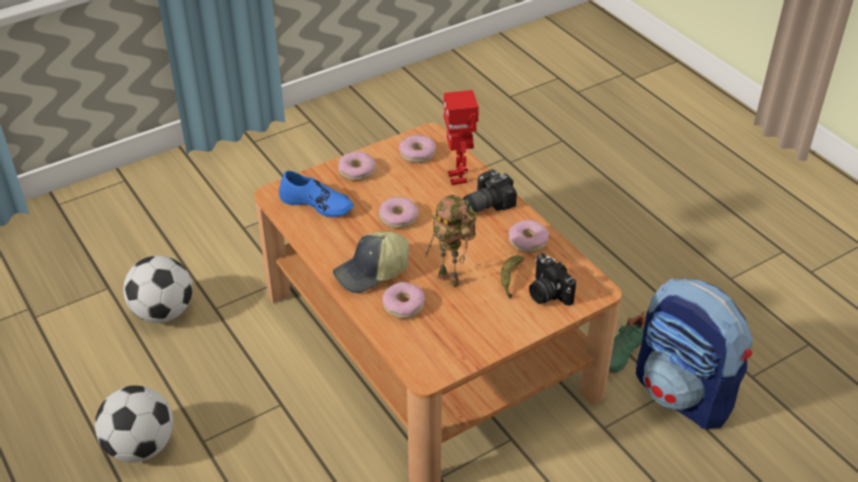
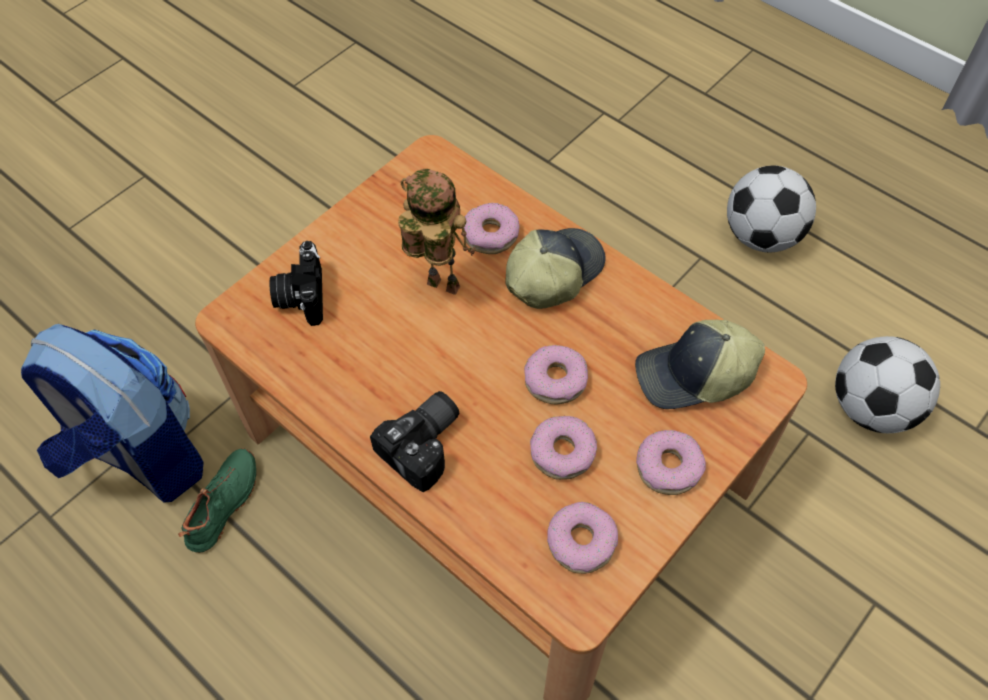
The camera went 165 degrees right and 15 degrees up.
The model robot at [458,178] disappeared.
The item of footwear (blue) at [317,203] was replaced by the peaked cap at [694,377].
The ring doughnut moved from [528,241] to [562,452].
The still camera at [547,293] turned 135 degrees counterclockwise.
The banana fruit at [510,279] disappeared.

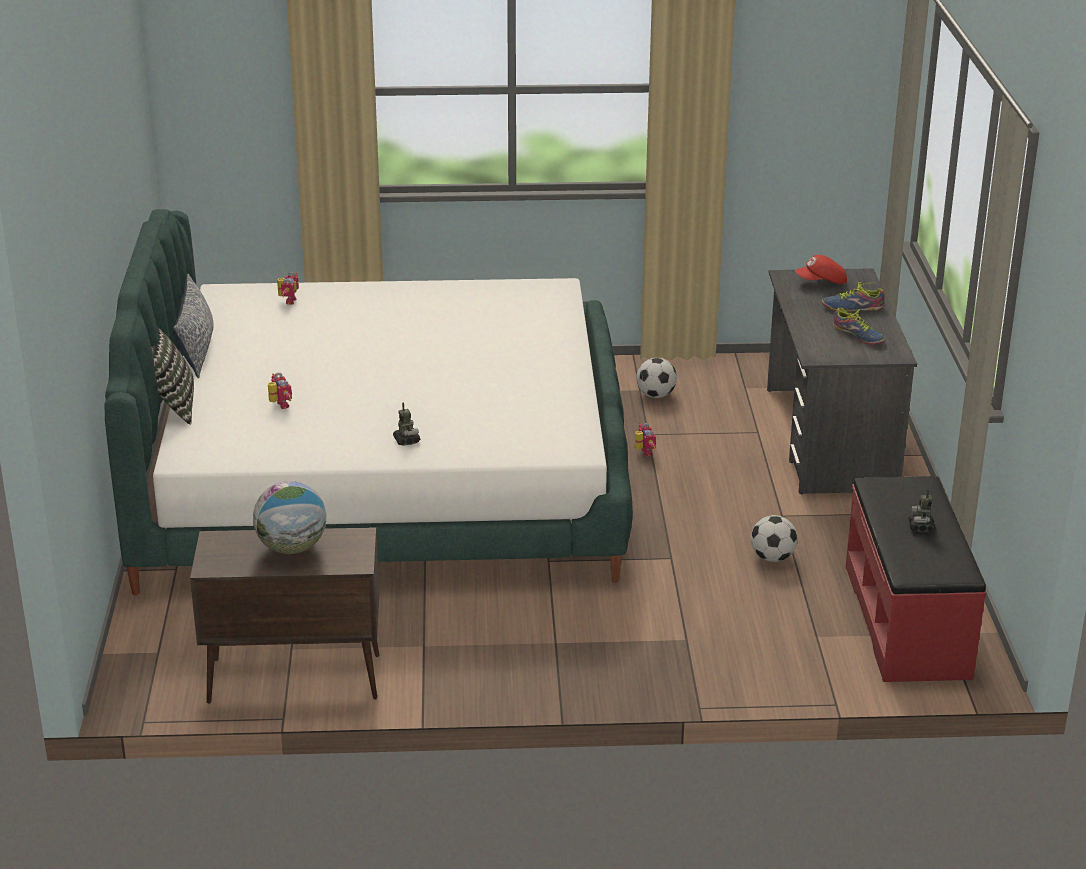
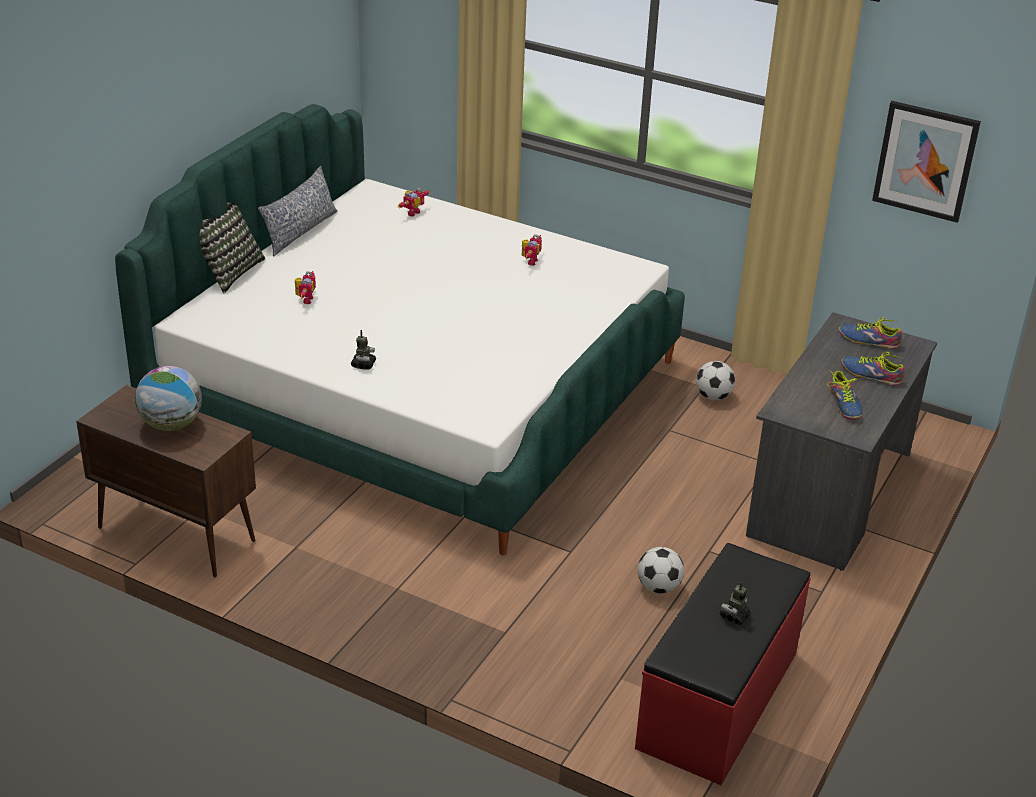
The camera went 30 degrees right and 5 degrees up.
The peaked cap (reddish) at [821,283] was replaced by the item of footwear at [868,340].
The model robot moved from [643,452] to [529,261].
The picture at [925,161] appeared.

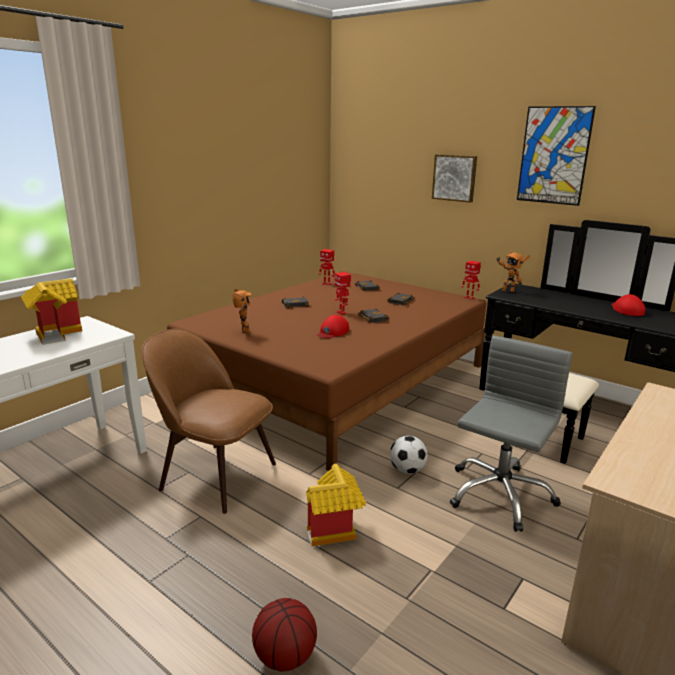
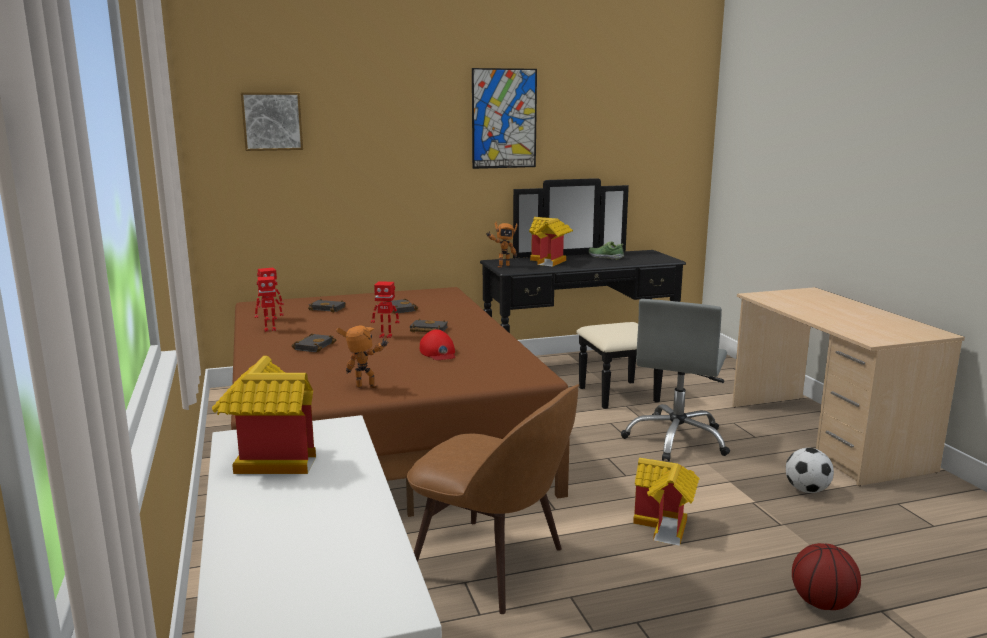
The camera went 55 degrees left and 5 degrees down.
The picture moved from [454,178] to [272,121].
The model robot moved from [469,298] to [270,329].
The peaked cap (reddish) at [626,310] was replaced by the item of footwear at [605,257].
The upright chair (brown-coloured) at [215,475] turned 120 degrees counterclockwise.
The office chair (greyish) at [499,494] turned 135 degrees counterclockwise.
The football ball moved from [407,470] to [806,490].
The model house at [550,261] appeared.

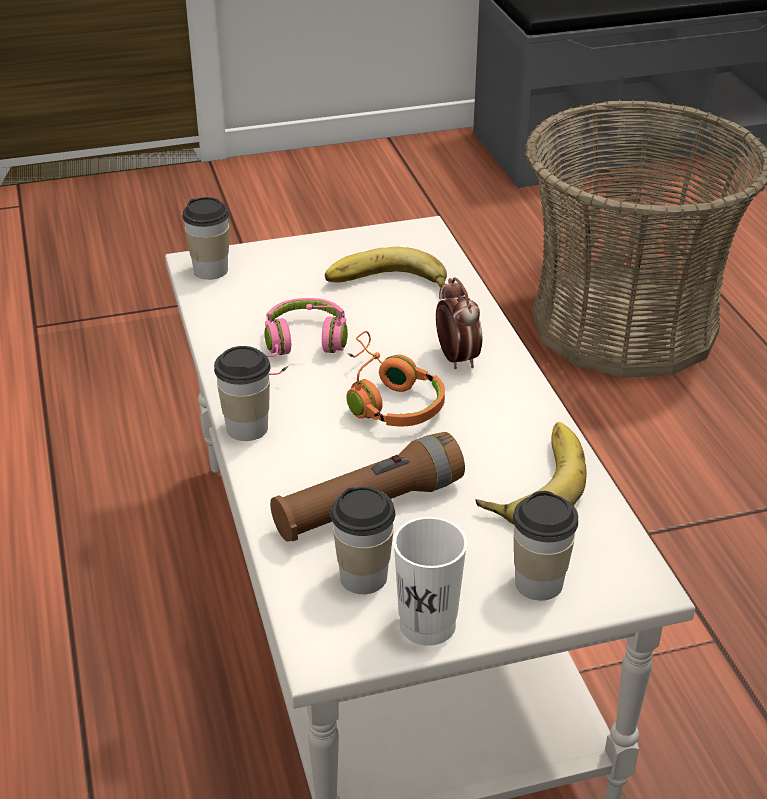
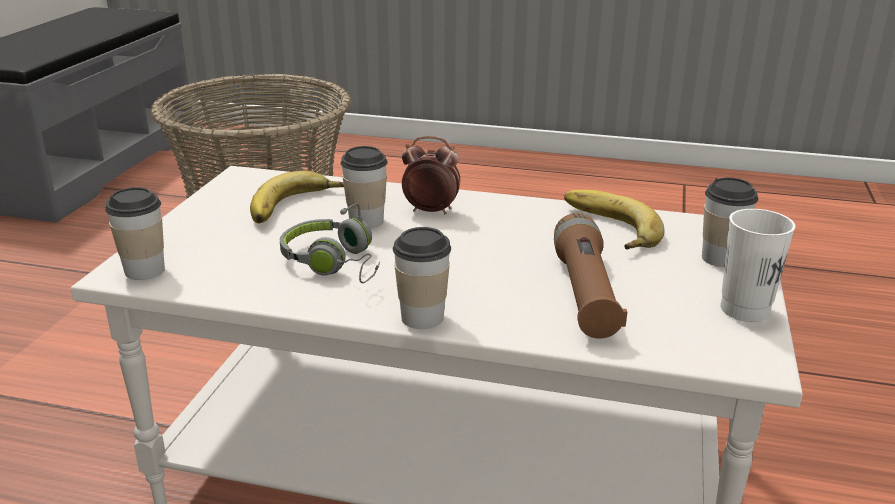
The camera went 60 degrees left and 10 degrees down.
The headset (pink) at [301,349] became the headset (greyish) at [335,263].
The headset (orange-coloured) at [388,399] disappeared.
The small cup moved from [363,577] to [366,221].

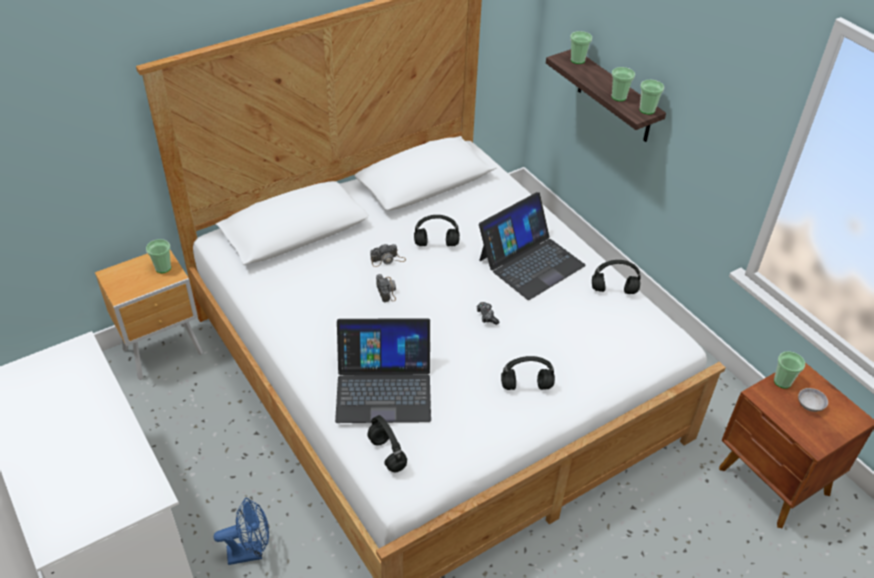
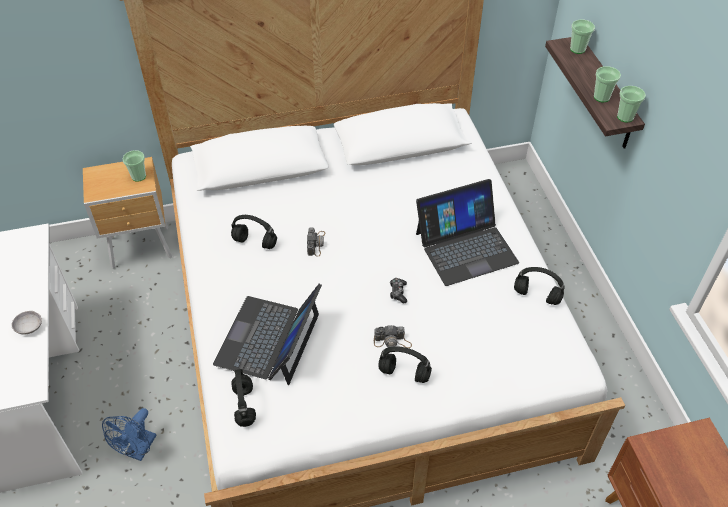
The camera went 20 degrees right and 5 degrees up.
The headset (black) moved from [437,244] to [256,242].
The still camera moved from [388,260] to [392,341].
The portable computer at [383,387] turned 90 degrees clockwise.
The small cup at [782,381] disappeared.
The deep dish (greyish) moved from [810,405] to [29,327].
The fan (blue) at [250,552] turned 105 degrees clockwise.

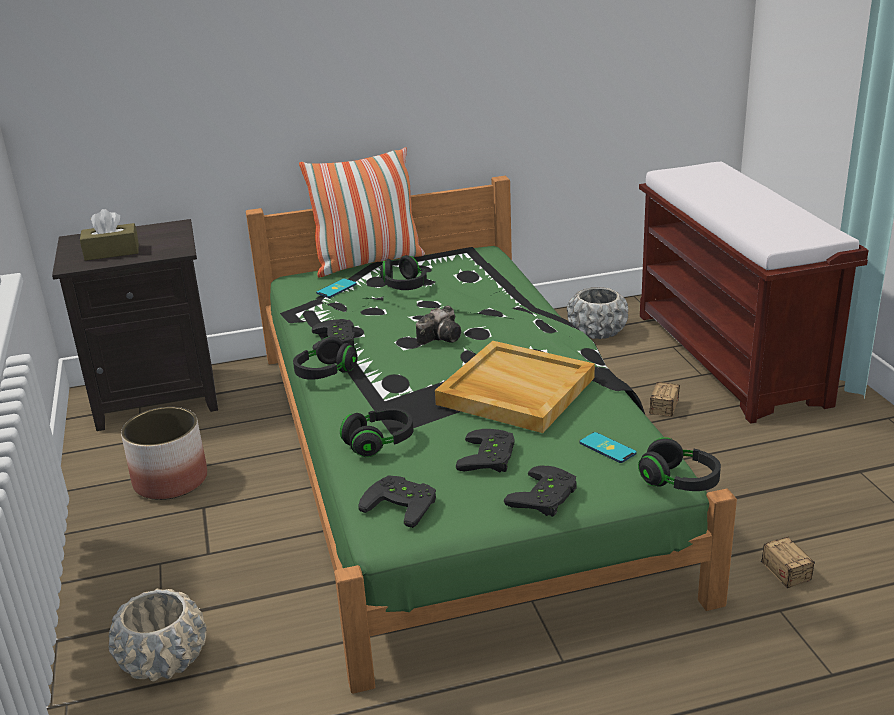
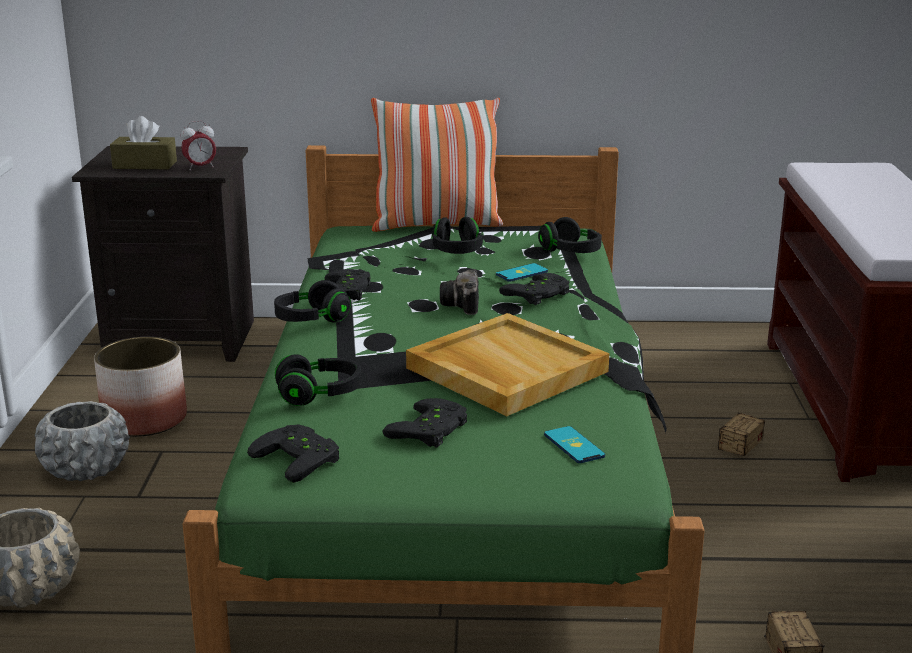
The camera went 15 degrees right and 5 degrees down.
The handset moved from [336,289] to [521,273].
The plant pot (greyish) moved from [596,332] to [85,469].
The still camera at [442,337] turned 120 degrees clockwise.
The headset (black) moved from [679,482] to [570,252].
The game controller (black) moved from [546,497] to [539,294].
The table clock at [200,167] appeared.

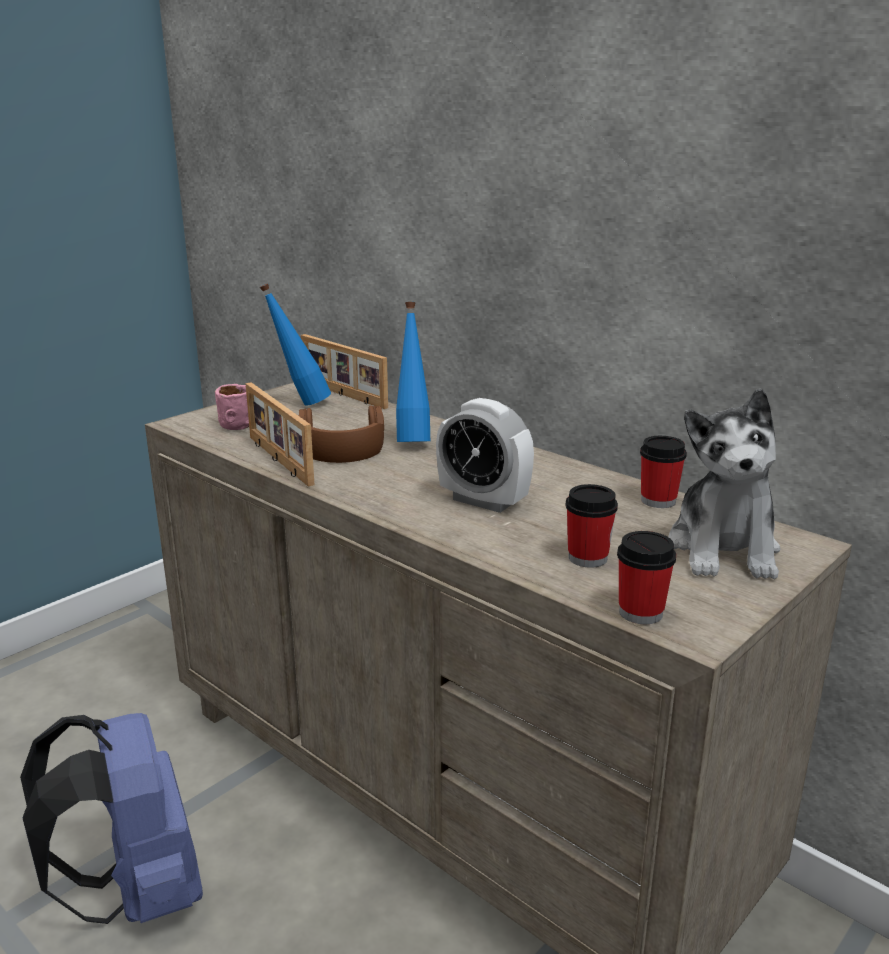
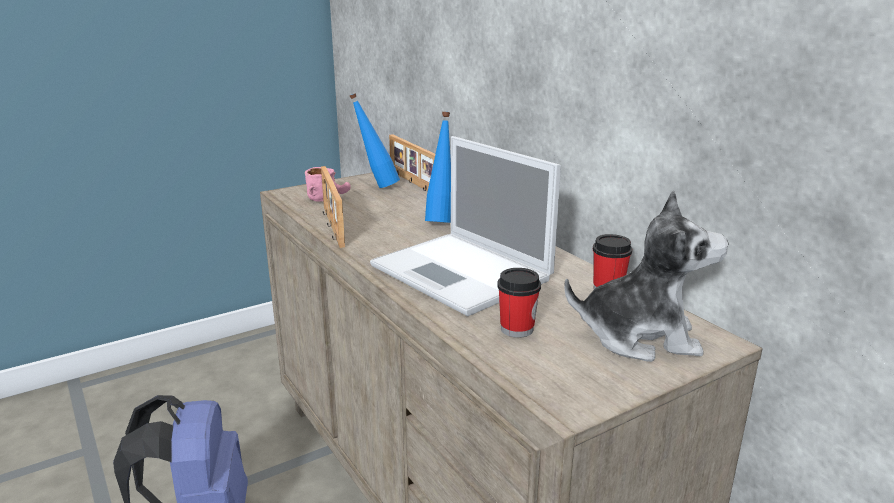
The camera went 15 degrees right and 0 degrees up.
The cuddly toy at [724,549] turned 105 degrees counterclockwise.
The table clock at [483,501] was replaced by the portable computer at [463,273].
The headset (brown-coloured) at [342,446] disappeared.
The small cup at [640,612] disappeared.

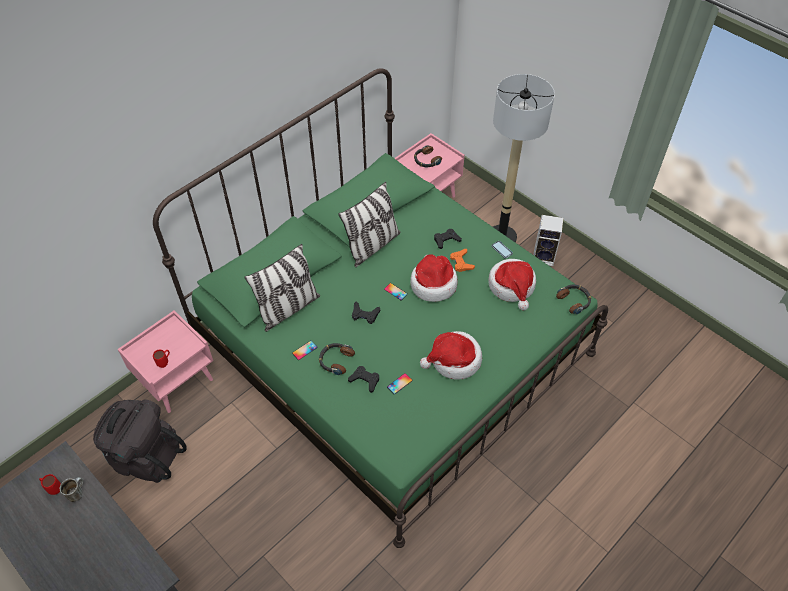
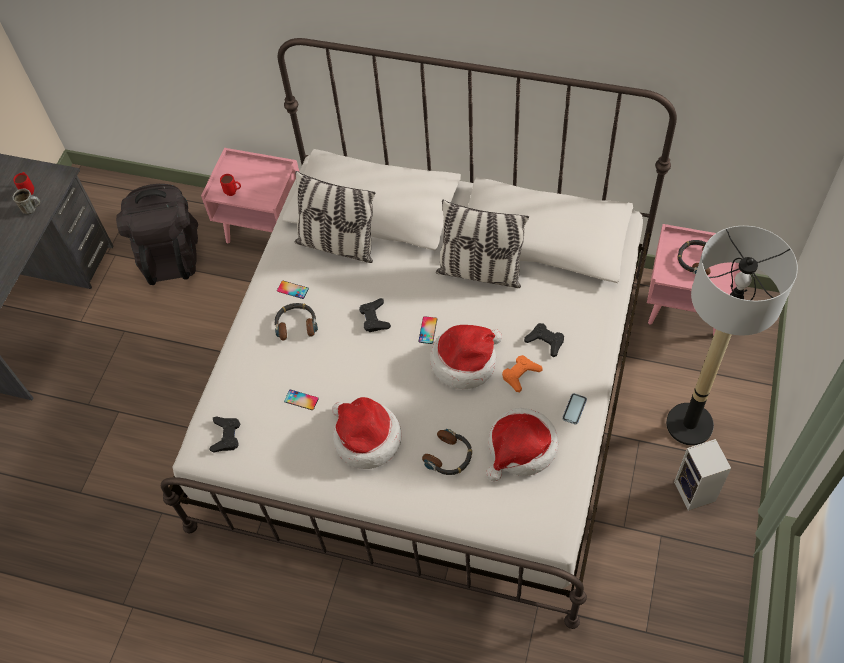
The camera went 65 degrees right and 5 degrees up.
The sleeping bed (green) at [393,349] became the sleeping bed (white-coloured) at [428,394].
The headset moved from [574,300] to [449,456].
The game controller (black) moved from [365,380] to [226,436].

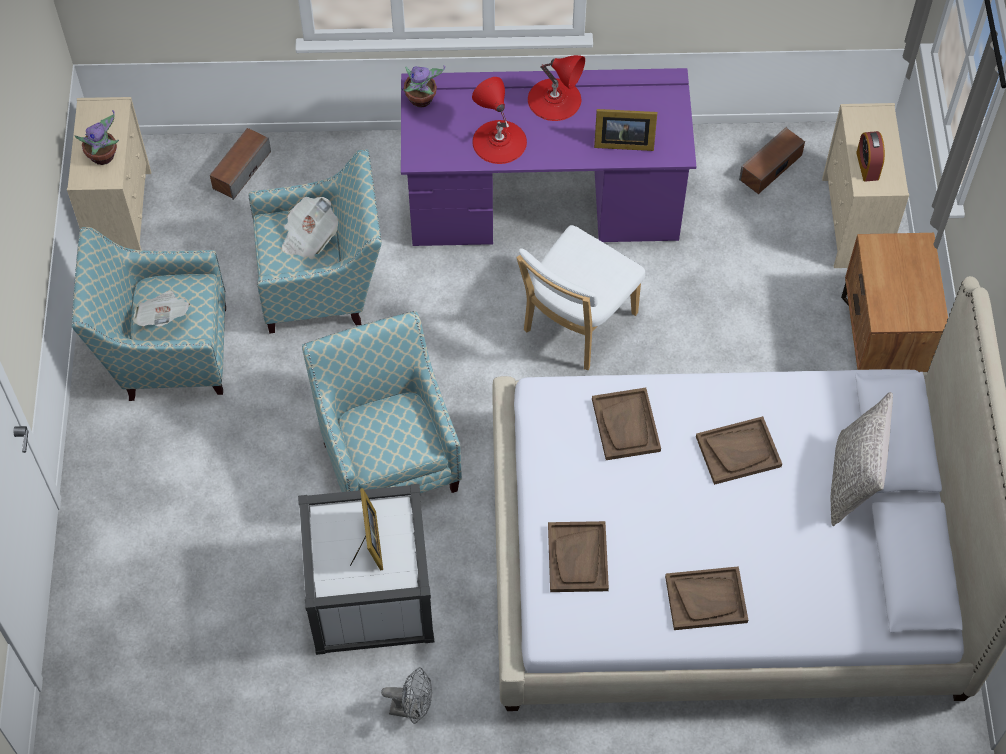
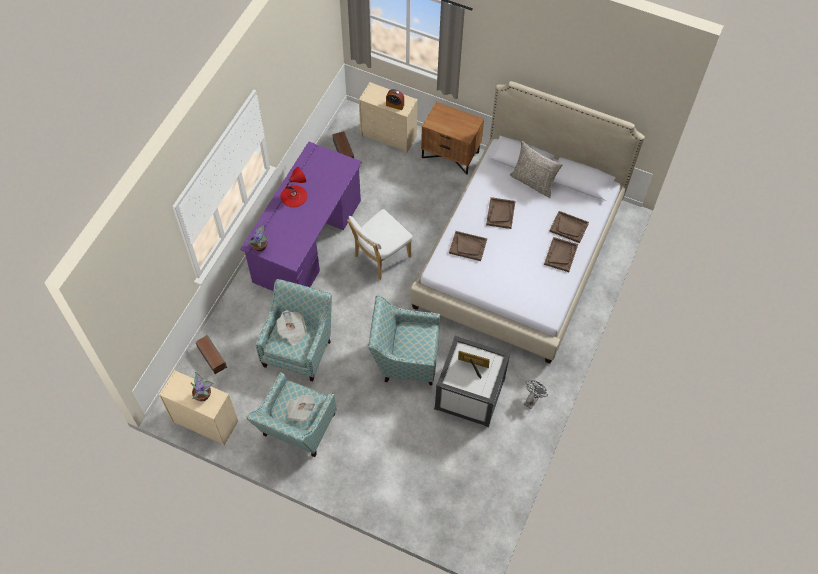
The camera went 65 degrees left and 0 degrees up.
The table lamp (reddish) at [499,141] disappeared.
The picture frame at [622,142] disappeared.
The upright chair (white-coloured) at [576,325] turned 75 degrees clockwise.
The tray (brown-coloured) moved from [578,558] to [569,227].

